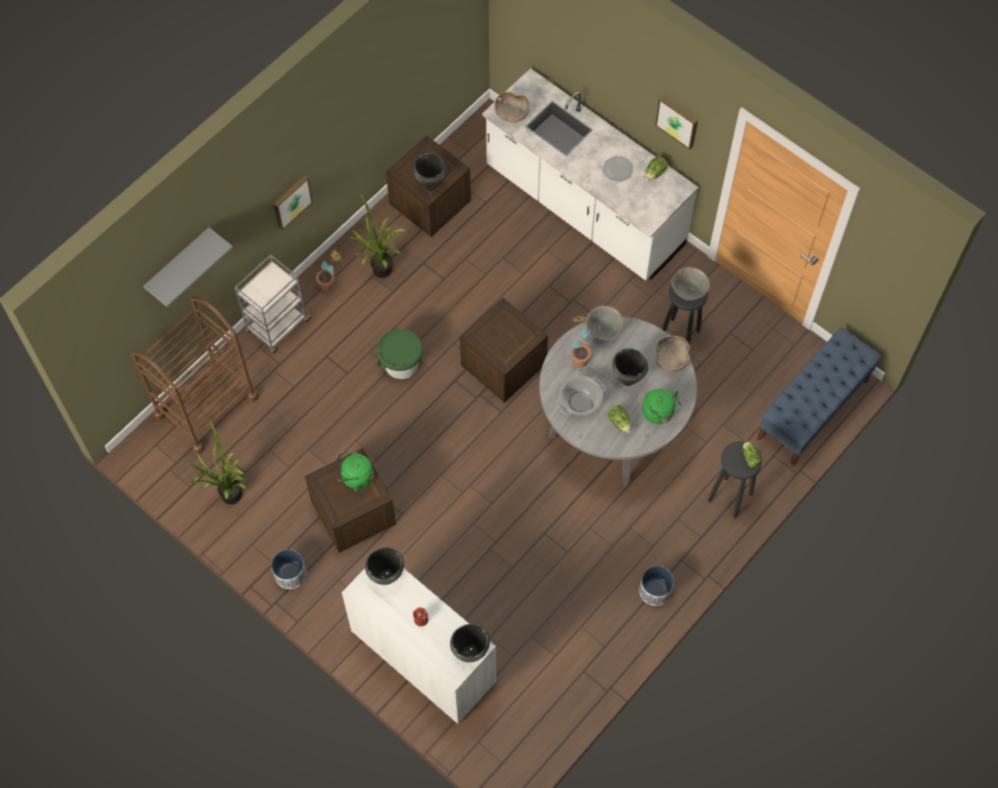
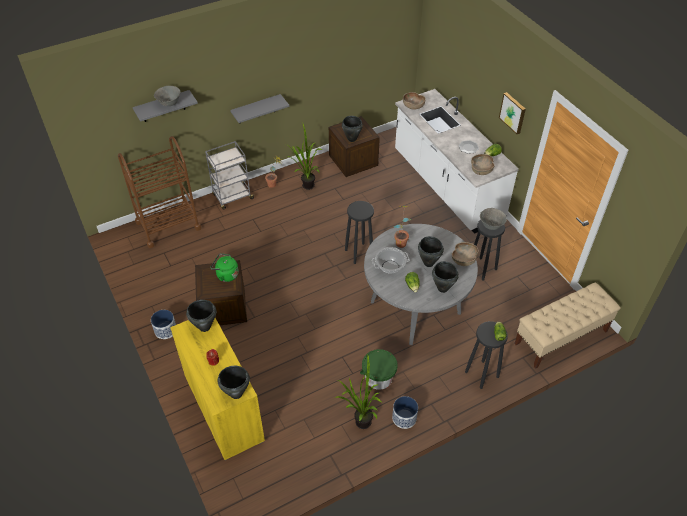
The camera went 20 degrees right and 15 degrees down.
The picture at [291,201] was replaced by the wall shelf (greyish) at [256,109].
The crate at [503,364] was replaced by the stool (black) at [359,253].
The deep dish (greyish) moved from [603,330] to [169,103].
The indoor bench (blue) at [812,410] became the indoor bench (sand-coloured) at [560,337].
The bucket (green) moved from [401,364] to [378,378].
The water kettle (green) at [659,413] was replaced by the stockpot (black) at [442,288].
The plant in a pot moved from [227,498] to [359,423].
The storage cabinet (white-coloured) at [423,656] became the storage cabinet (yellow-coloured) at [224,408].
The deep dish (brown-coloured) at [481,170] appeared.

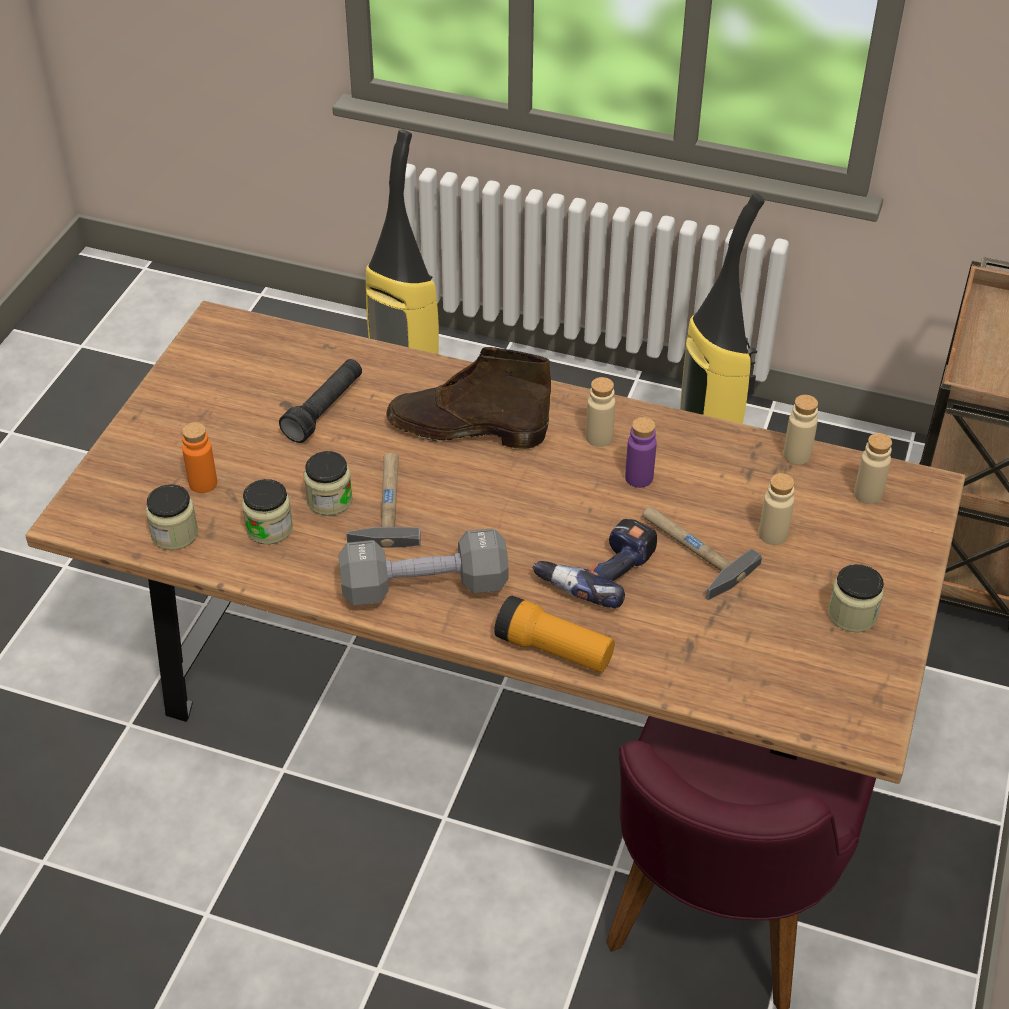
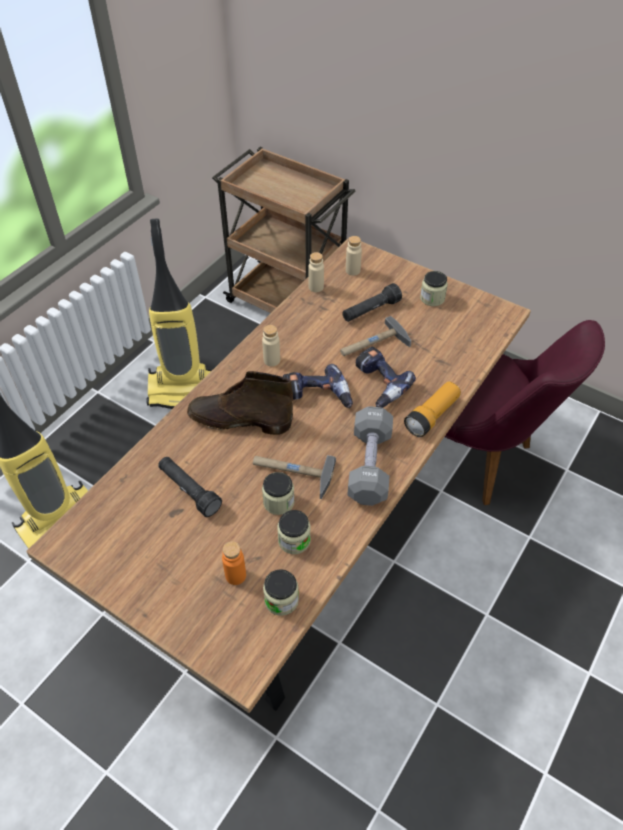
The camera went 75 degrees left and 5 degrees up.
The tall boot (brown-coloured) at [465,428] turned 75 degrees clockwise.
The beverage bottle (purple) at [639,478] disappeared.
The beverage bottle (sand-coloured) at [773,534] was replaced by the torch (black) at [370,311].
The drill at [317,397] appeared.

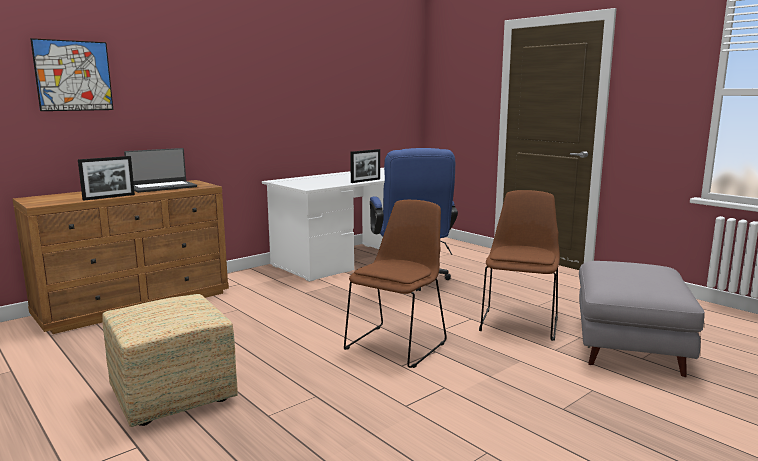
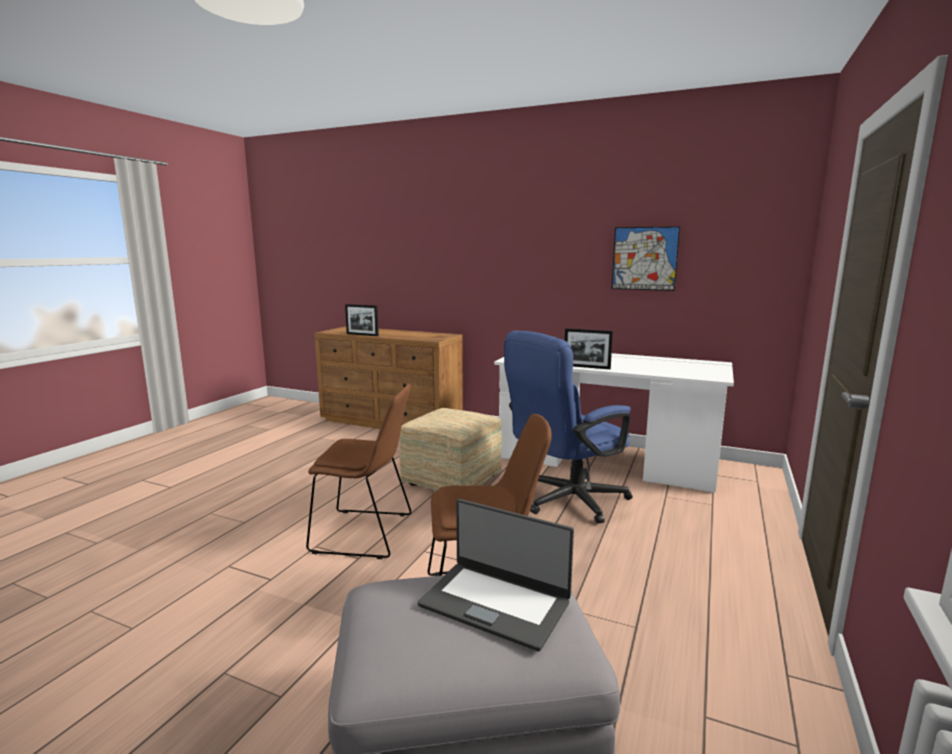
The camera went 65 degrees right and 0 degrees up.
The picture moved from [73,76] to [644,258].
The portable computer moved from [162,187] to [495,602].
The footrest moved from [174,395] to [452,480].

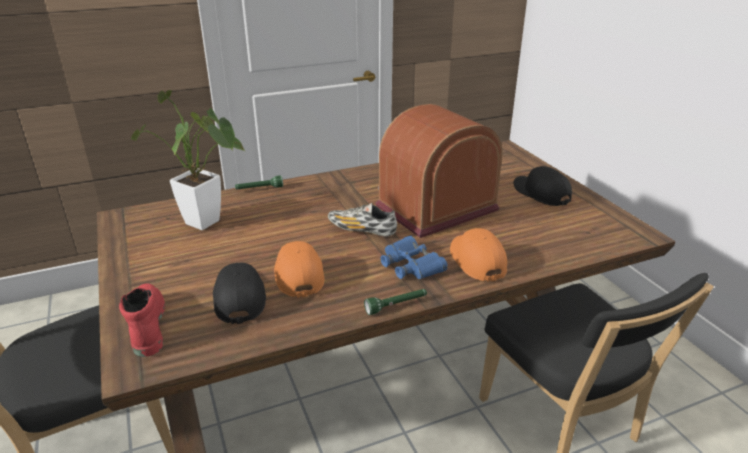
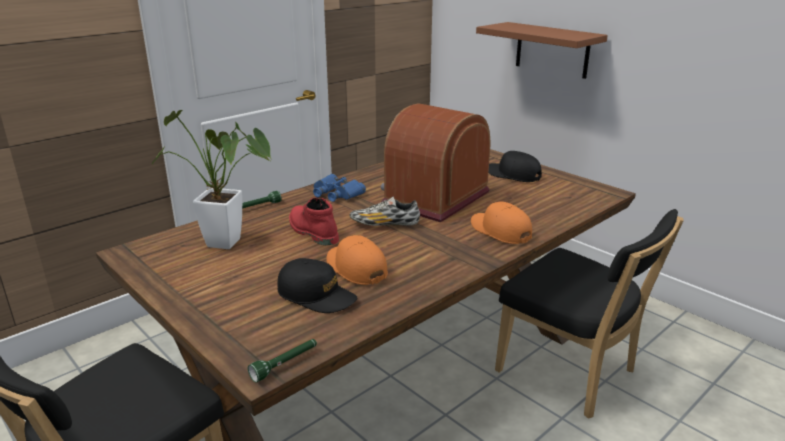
The camera went 20 degrees left and 5 degrees down.
The pair of binoculars (blue) moved from [411,264] to [337,193].
The peaked cap (black) at [240,298] turned 150 degrees clockwise.
The tall boot (reddish) moved from [146,325] to [312,232].
The torch (green) moved from [396,306] to [285,364].
The wall shelf (brown-coloured) at [552,50] appeared.

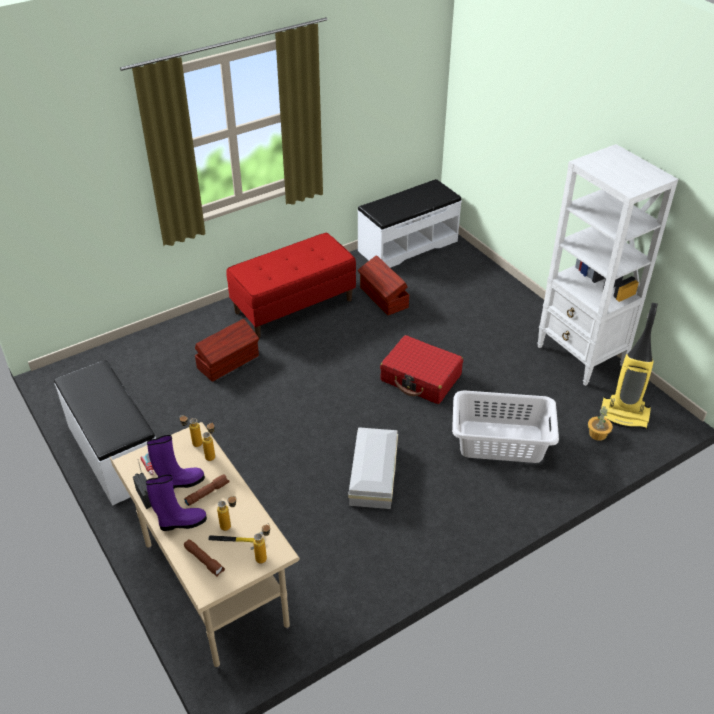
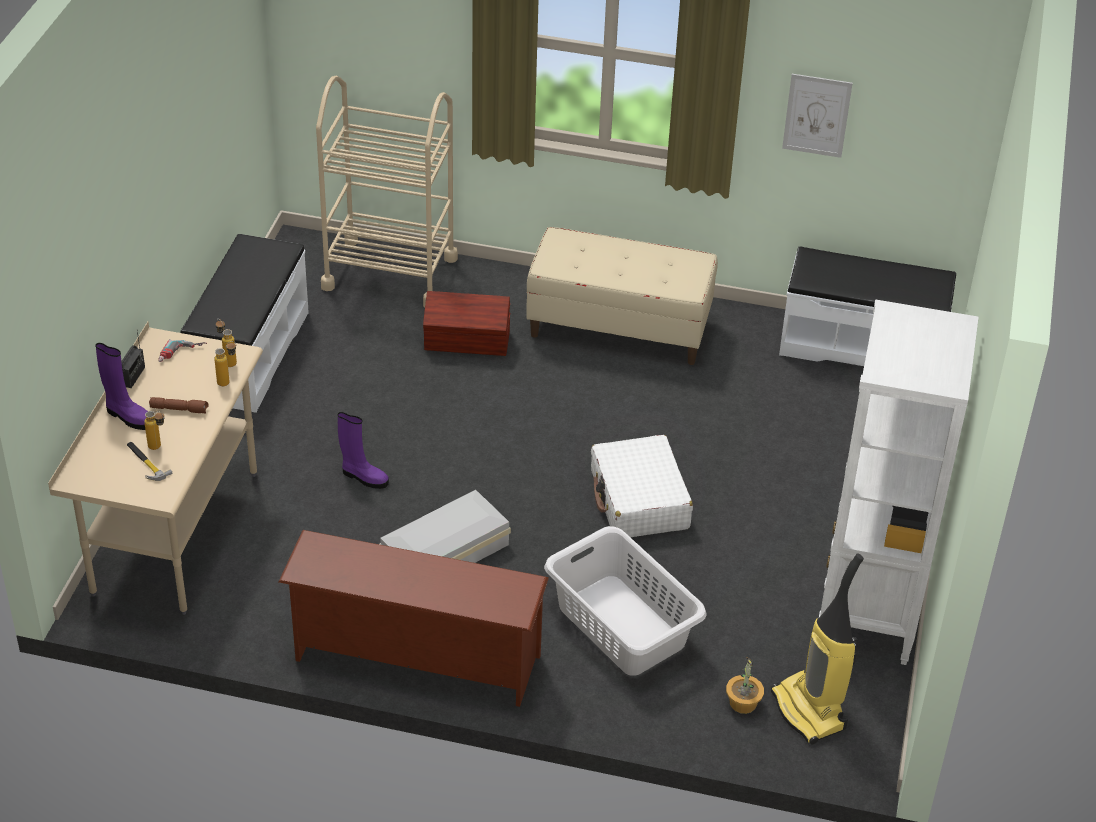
The camera went 45 degrees right and 0 degrees up.
The indoor bench (reddish) at [293,306] became the indoor bench (sand-coloured) at [619,328].
The storage container (brown-coloured) at [383,298] disappeared.
The suitcase (reddish) at [421,378] became the suitcase (white-coloured) at [639,500].
The tall boot (purple) moved from [180,483] to [363,477].
The beverage bottle at [264,556] disappeared.
The torch (brown-coloured) at [204,560] disappeared.
The picture at [816,115] appeared.
The cart (sand-coloured) at [390,272] appeared.
The shoe shelf (brown-coloured) at [414,659] appeared.

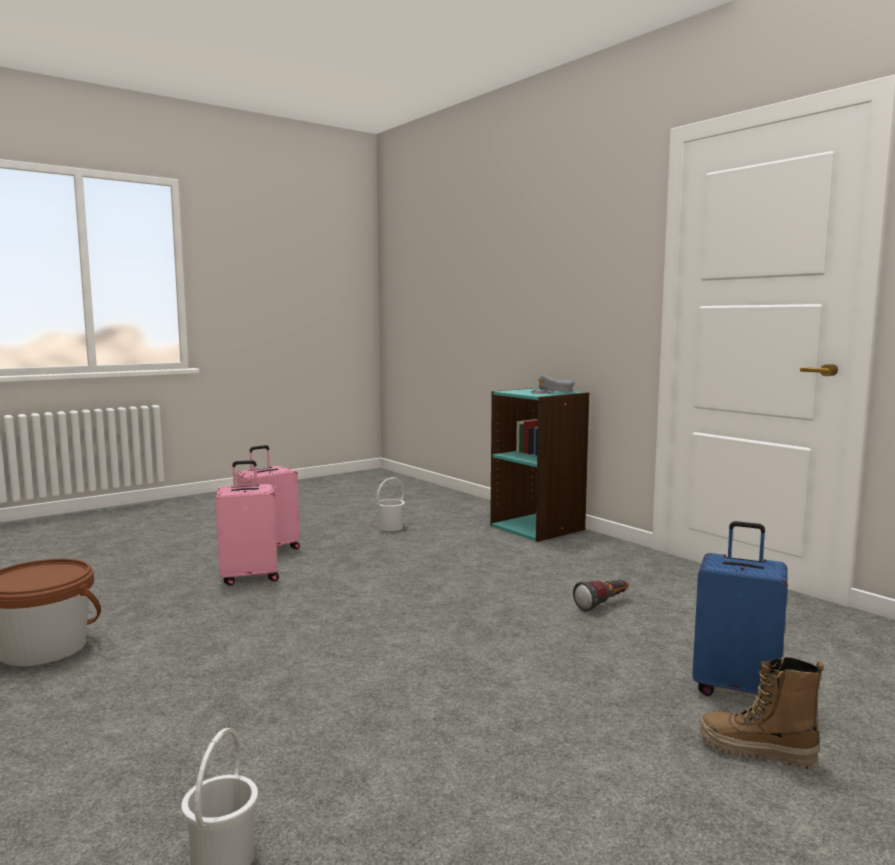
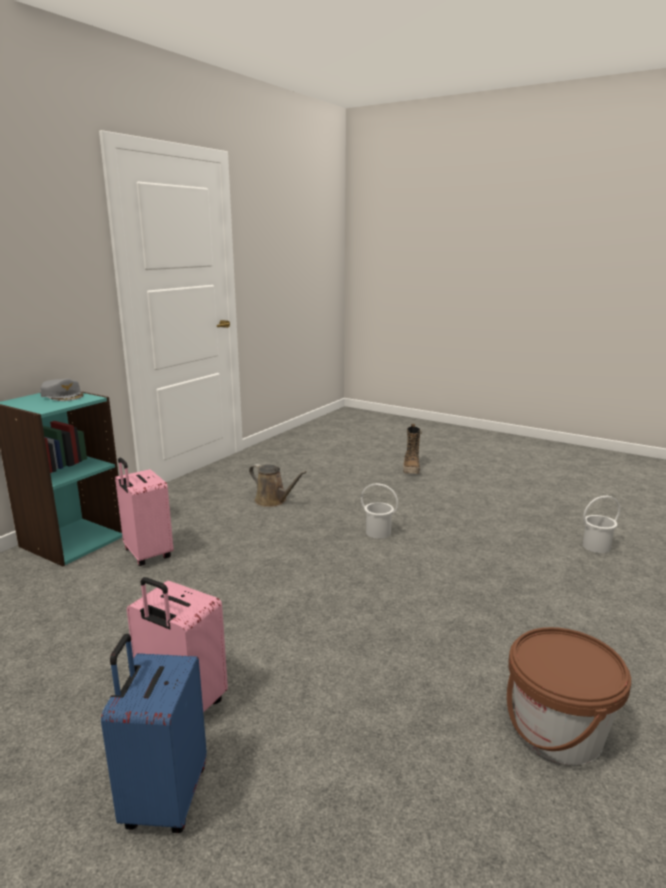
The camera went 110 degrees left and 10 degrees up.
The suitcase (pink) moved from [250,577] to [147,555].
The bucket (white-coloured) moved from [391,527] to [378,532].
The suitcase (blue) moved from [737,689] to [164,798].
The torch at [603,605] was replaced by the watering can (brown-coloured) at [273,501].

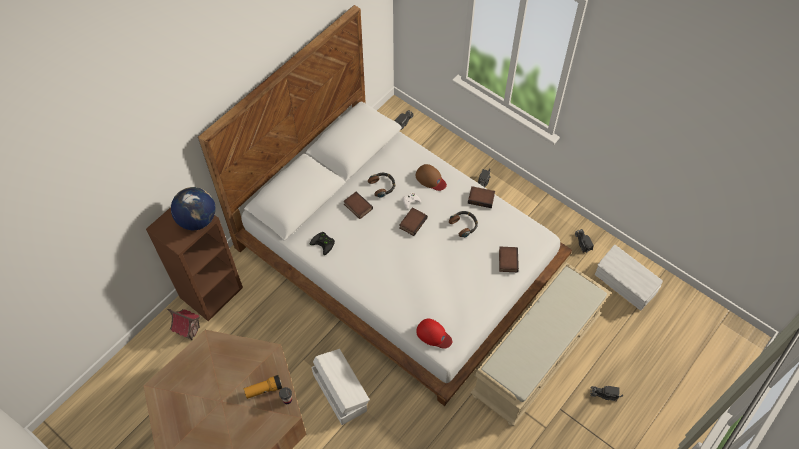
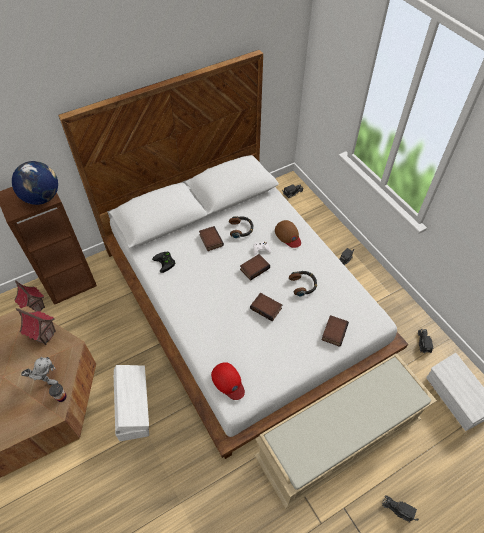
The camera went 20 degrees right and 5 degrees down.
The bound book moved from [481,198] to [266,308].
The torch at [264,389] was replaced by the model robot at [45,379].
The model house at [44,334] appeared.

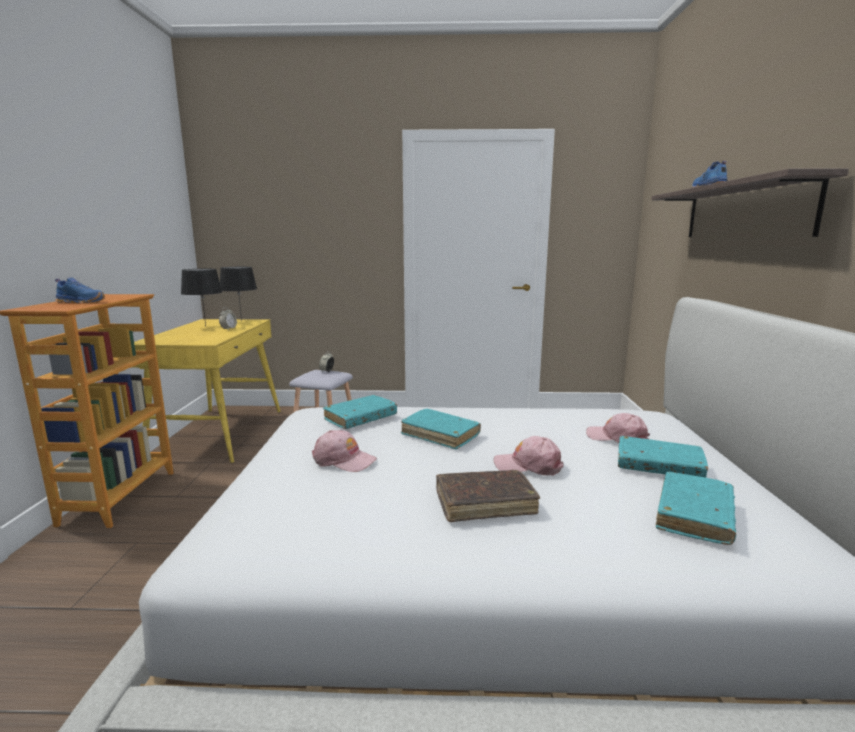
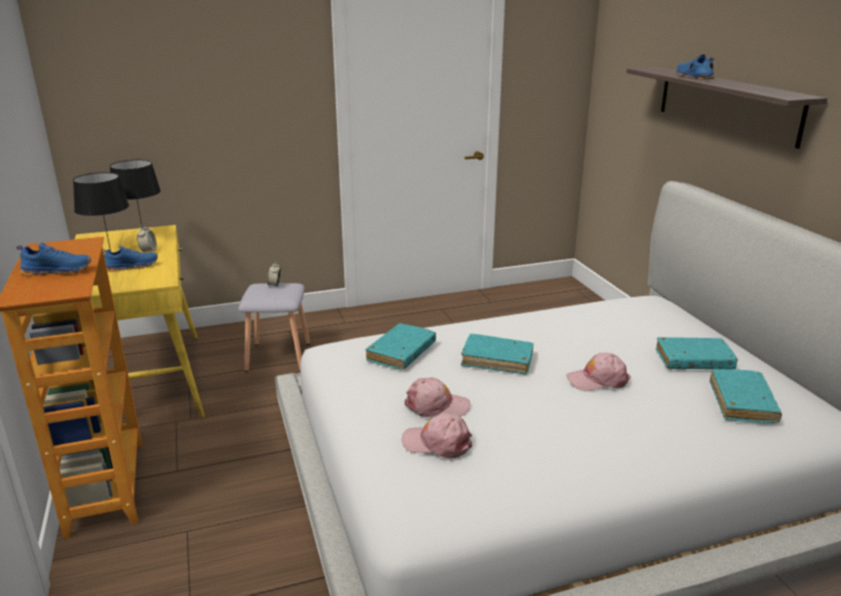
The camera went 20 degrees left and 10 degrees up.
The peaked cap (pink) moved from [617,438] to [437,443].
The bound book (brown-coloured) at [485,503] disappeared.
The item of footwear (blue) at [131,266] appeared.

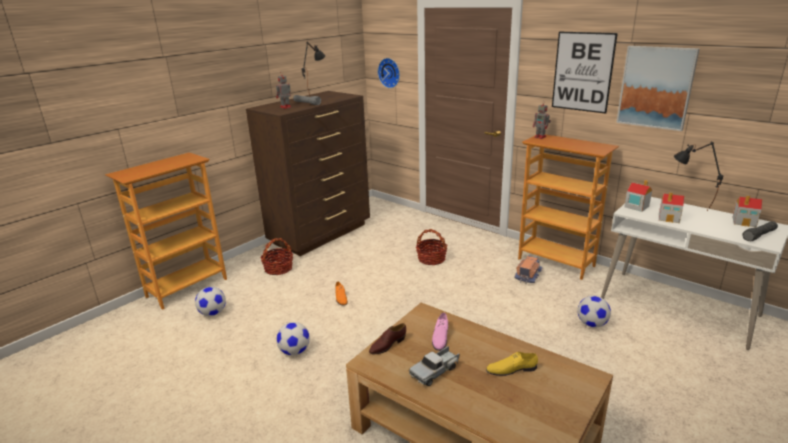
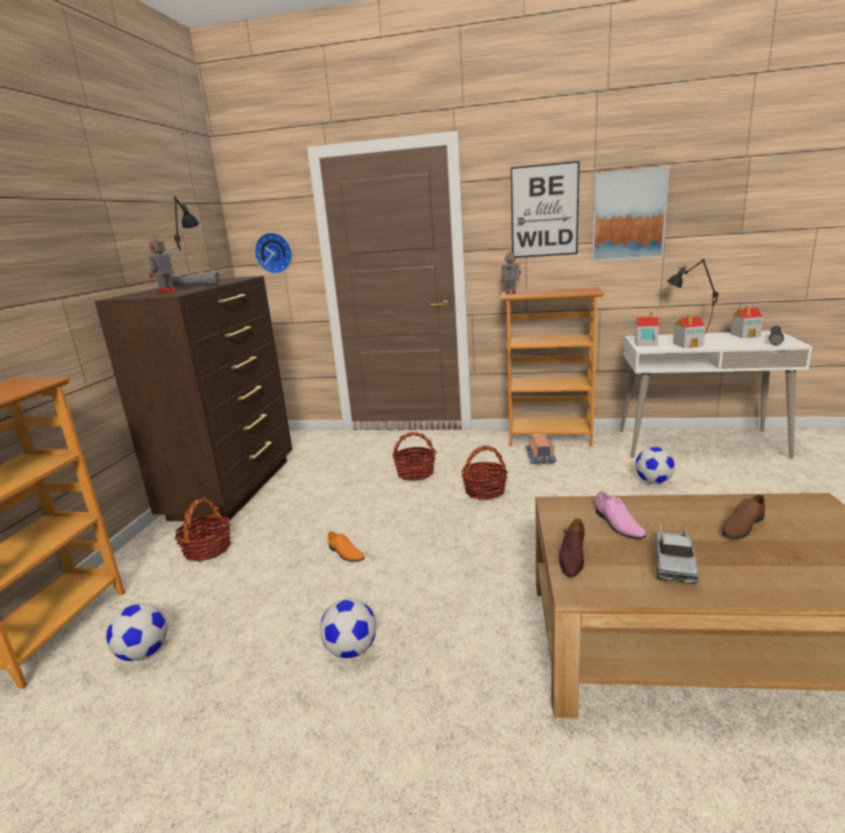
The camera went 30 degrees left and 5 degrees down.
The item of footwear (yellow-coloured) at [511,369] became the item of footwear (brown-coloured) at [742,526].
The basket at [485,491] appeared.

